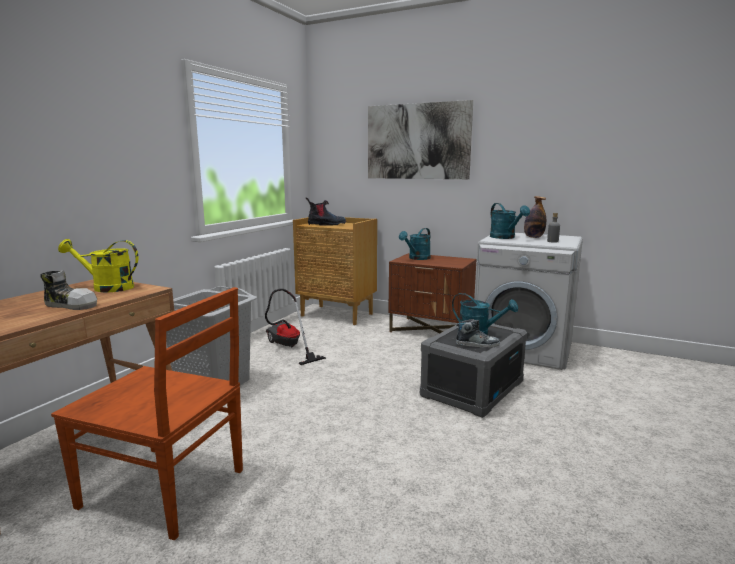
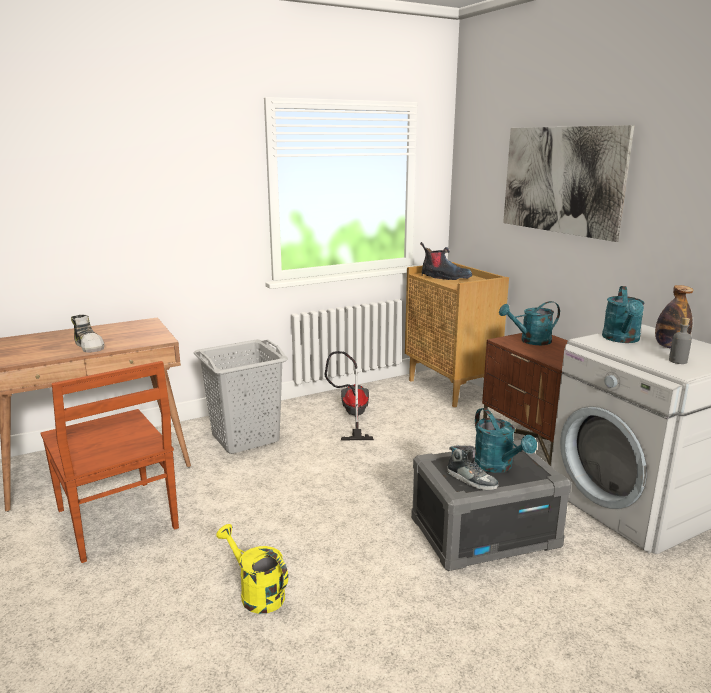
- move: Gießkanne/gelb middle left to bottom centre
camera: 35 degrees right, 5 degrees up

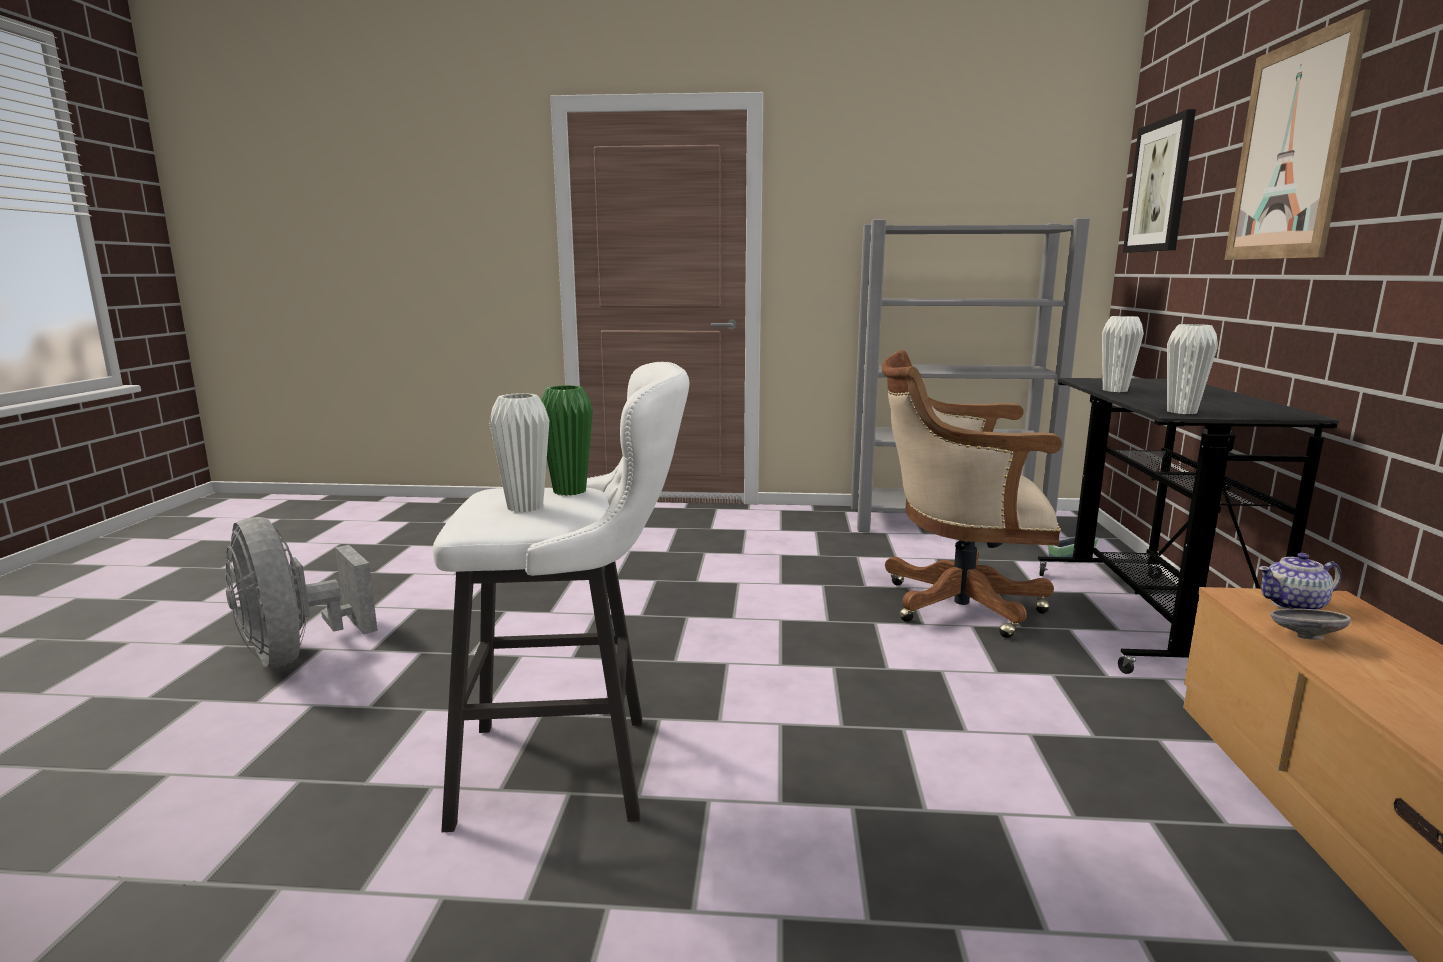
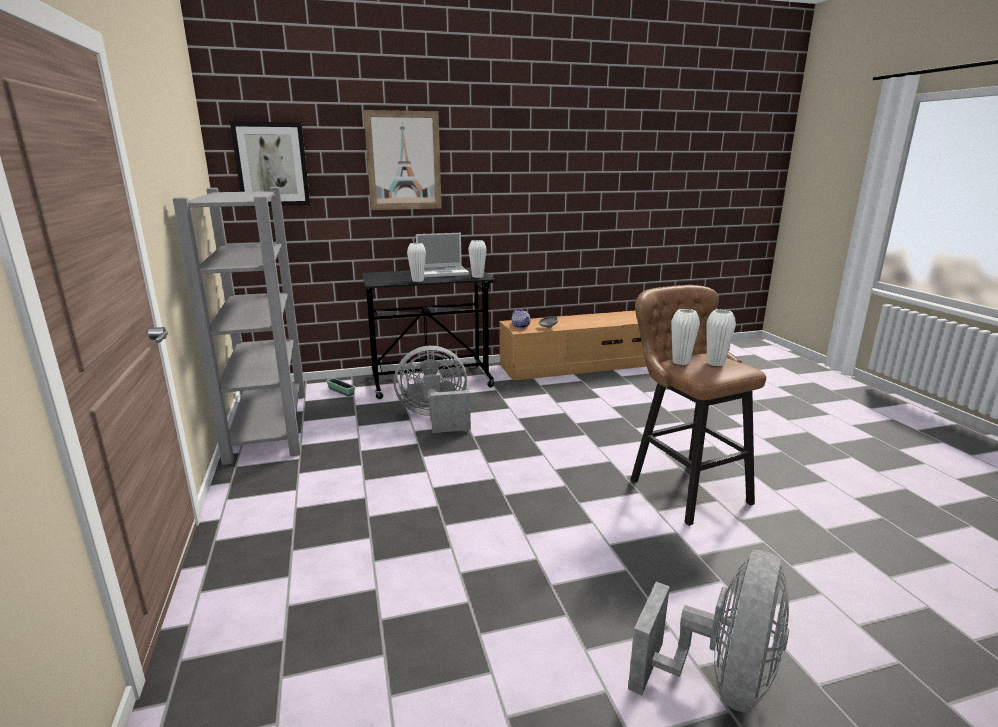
- replace: Bürostuhl middle right to Ventilator/grau (1st from left) centre
- recolor: Hocker/weiß centre to Hocker/braun middle right
- recolor: Vase/grün centre to Vase/weiß (3rd from left) middle right
- insert: Laptop centre
camera: 110 degrees left, 5 degrees up

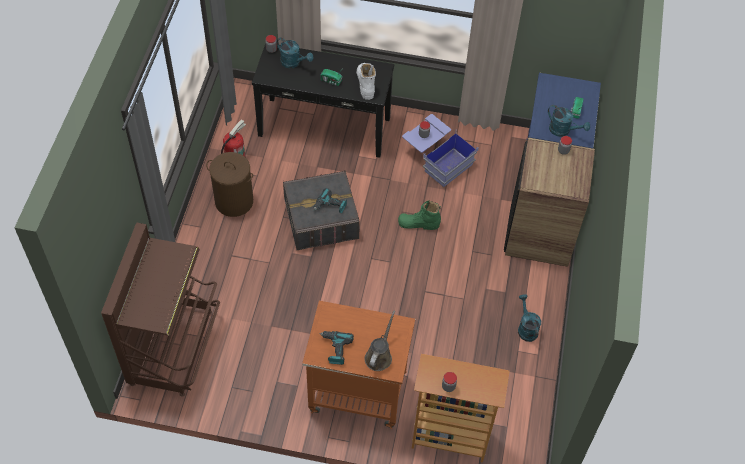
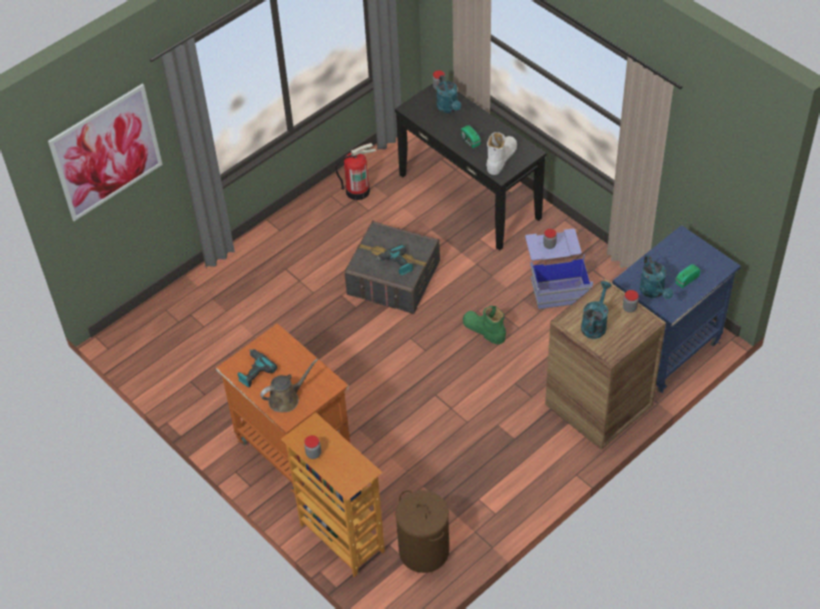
- move: Wäschekorb/braun middle left to bottom centre
- delete: Schuhregal/braun bottom left
- move: Gießkanne/türkis (2nd from left) bottom right to middle right
- insert: Bild top left
camera: 40 degrees right, 5 degrees down

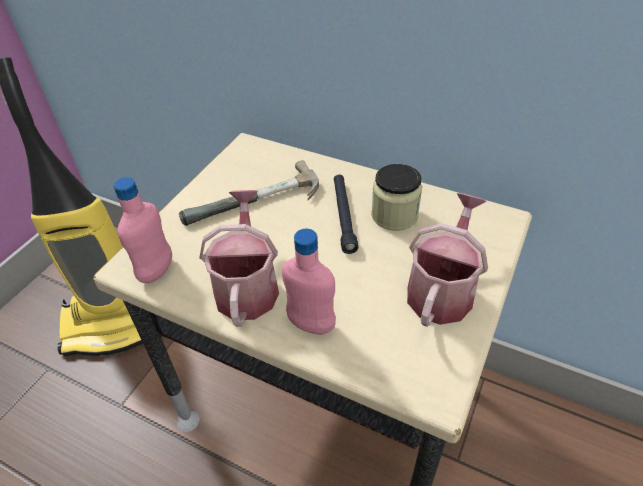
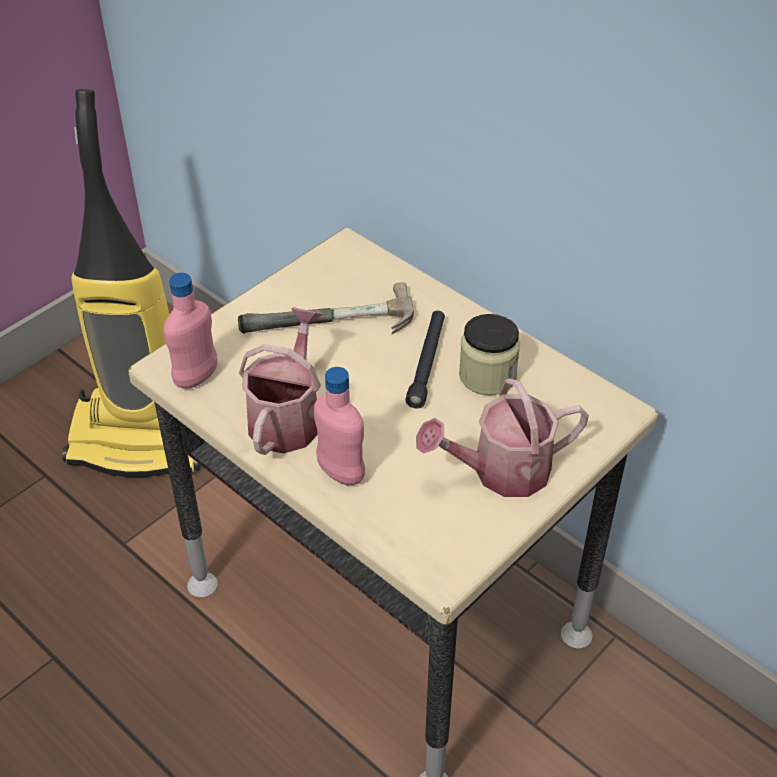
- rotate: Gießkanne (2nd from left) middle right = centre 150 degrees counterclockwise
camera: 15 degrees right, 0 degrees up

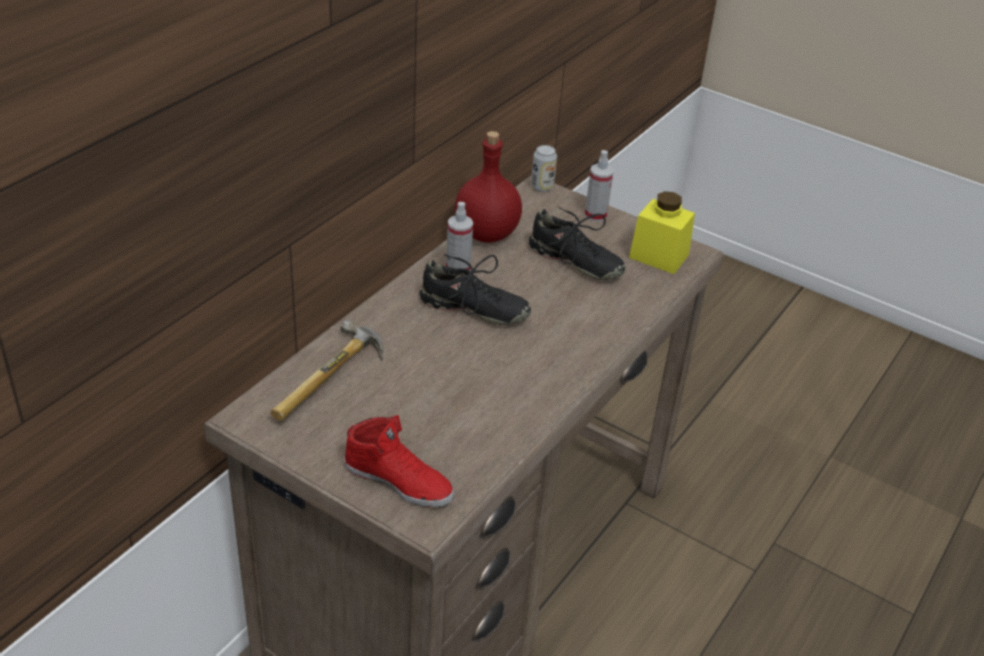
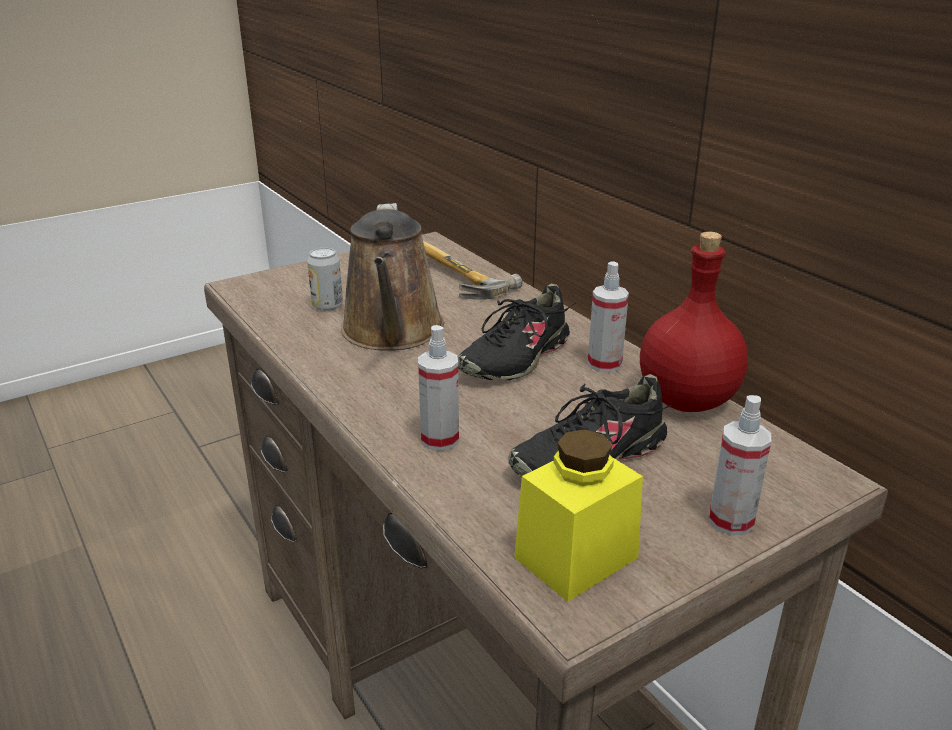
- move: Dose top centre to centre
- delete: Schuh/rot bottom centre
- insert: Gießkanne/braun centre
- insert: Sprühflasche (1st from left) centre
camera: 115 degrees right, 10 degrees down

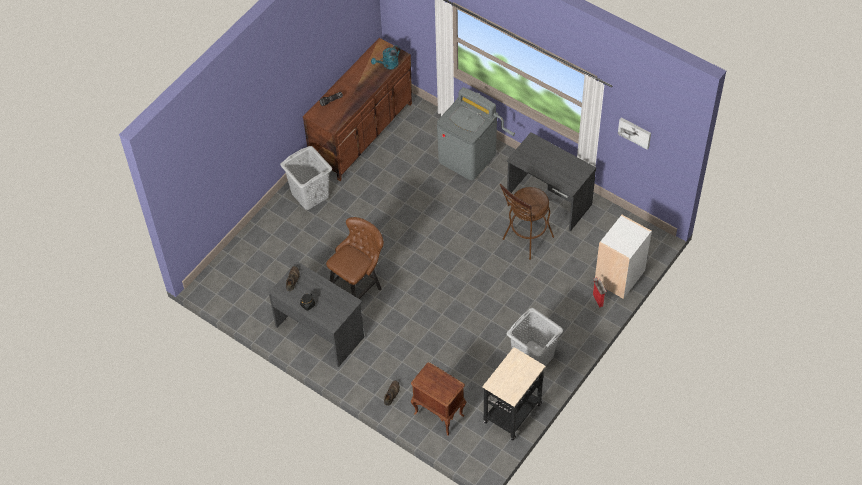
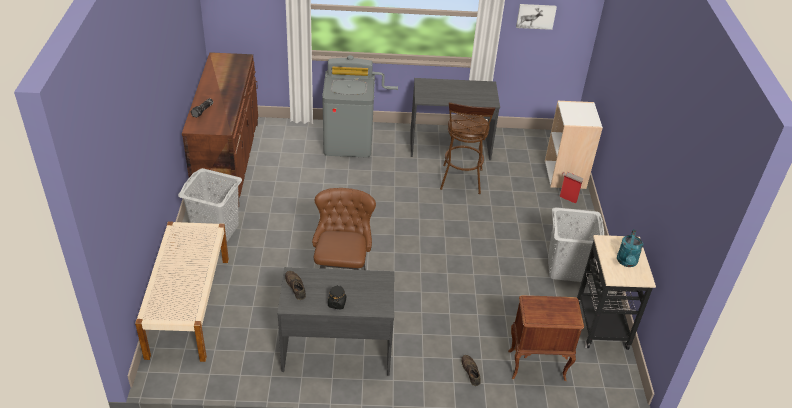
- move: Gießkanne/türkis top centre to middle right
- insert: Bank/beige bottom left
camera: 40 degrees left, 15 degrees down

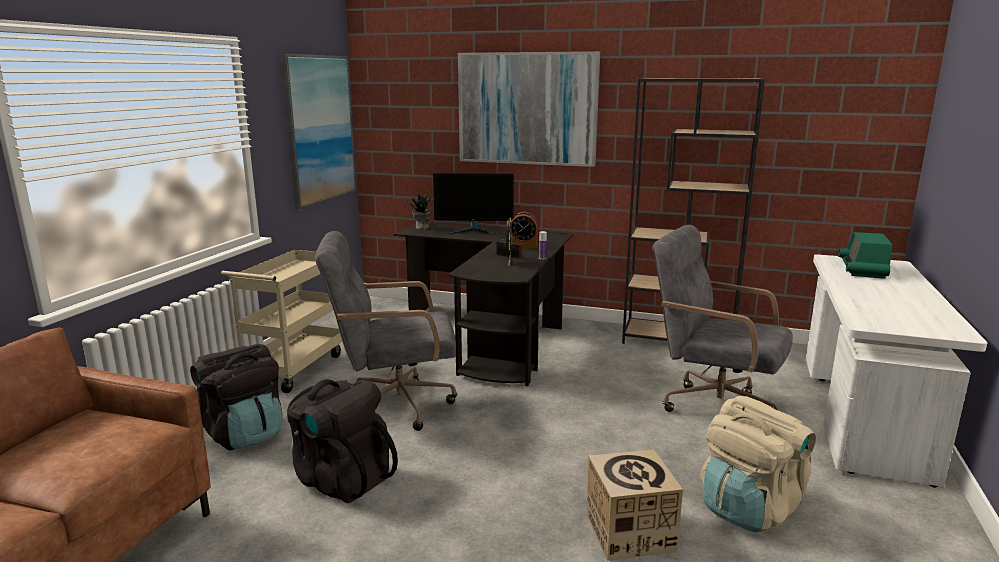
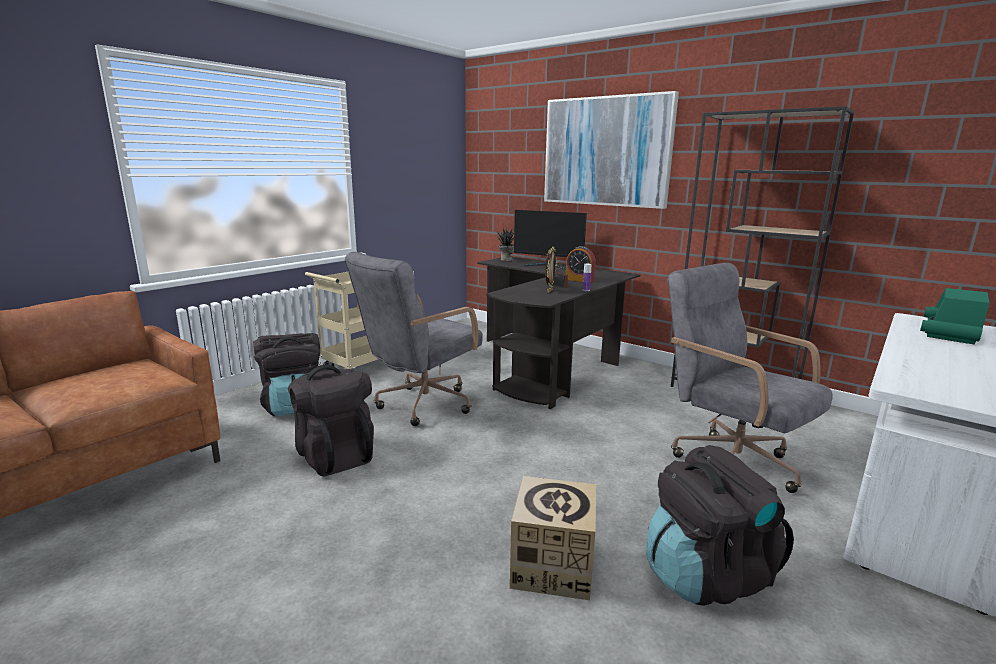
- delete: Bild (1st from left) top left
- rotate: Bürostuhl/grau (1st from left) centre = centre 60 degrees counterclockwise
- recolor: Rucksack/beige bottom right to Rucksack/schwarz (3rd from left) bottom right
camera: 20 degrees right, 0 degrees up

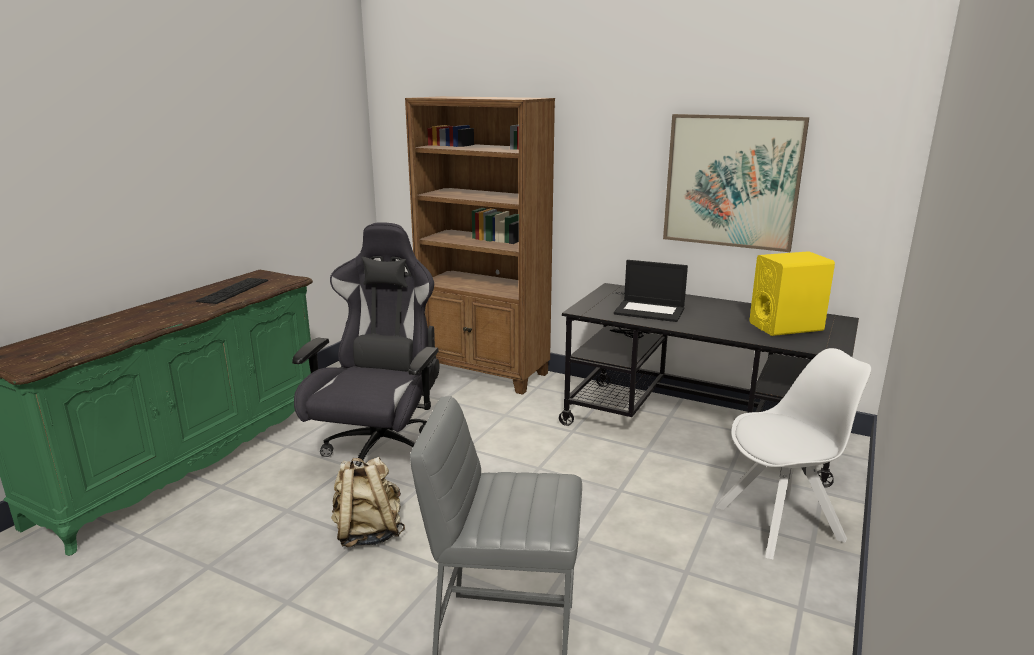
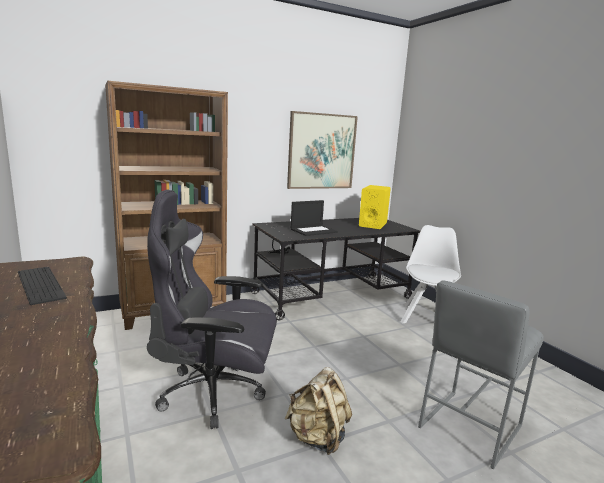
- rotate: Bürostuhl/schwarz centre = centre 45 degrees counterclockwise
camera: 55 degrees left, 5 degrees down

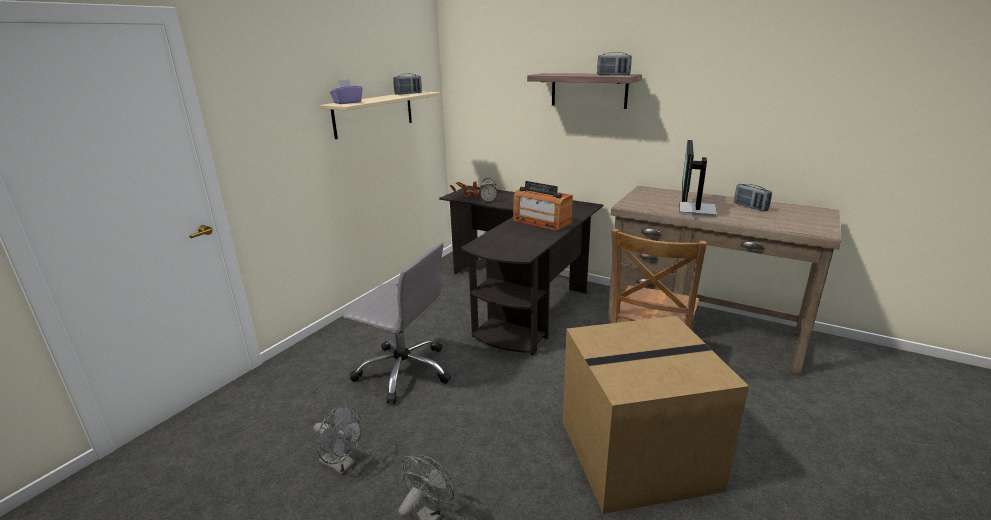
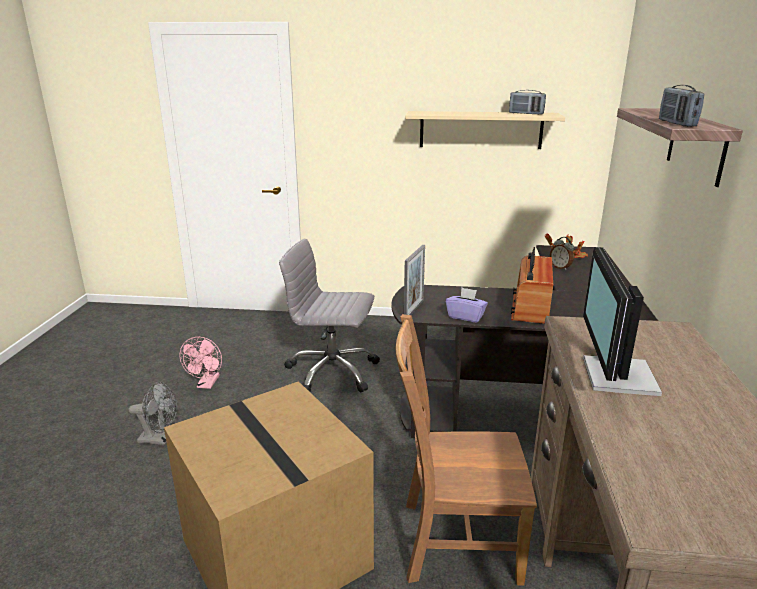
- move: Taschentuchbox/lila top centre to centre
- rotate: Monitor middle right = middle right 75 degrees counterclockwise
- delete: Radio (4th from left) middle right
- rotate: Bürostuhl/grau centre = centre 105 degrees clockwise
- recolor: Ventilator/grau (1st from left) bottom centre to Ventilator/rosa middle left
- insert: Bilderrahmen centre
camera: 65 degrees right, 0 degrees up

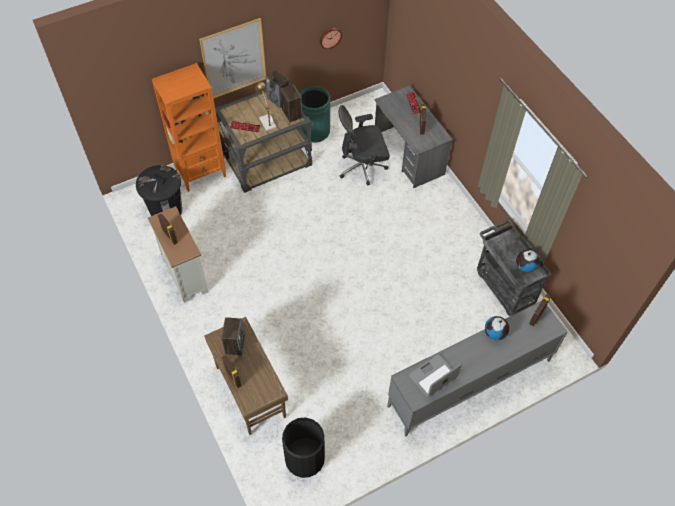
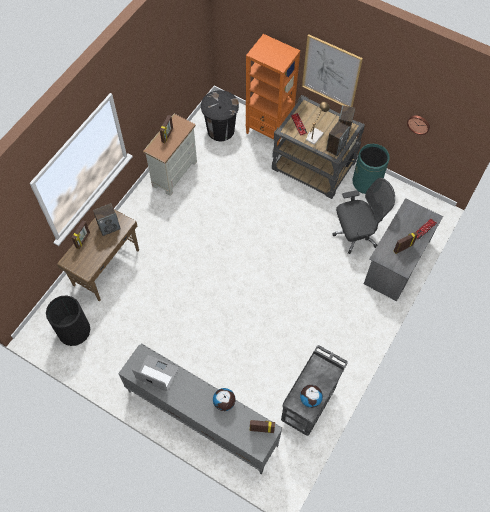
- rotate: Bürostuhl top centre = middle right 120 degrees clockwise
camera: 60 degrees right, 5 degrees up

